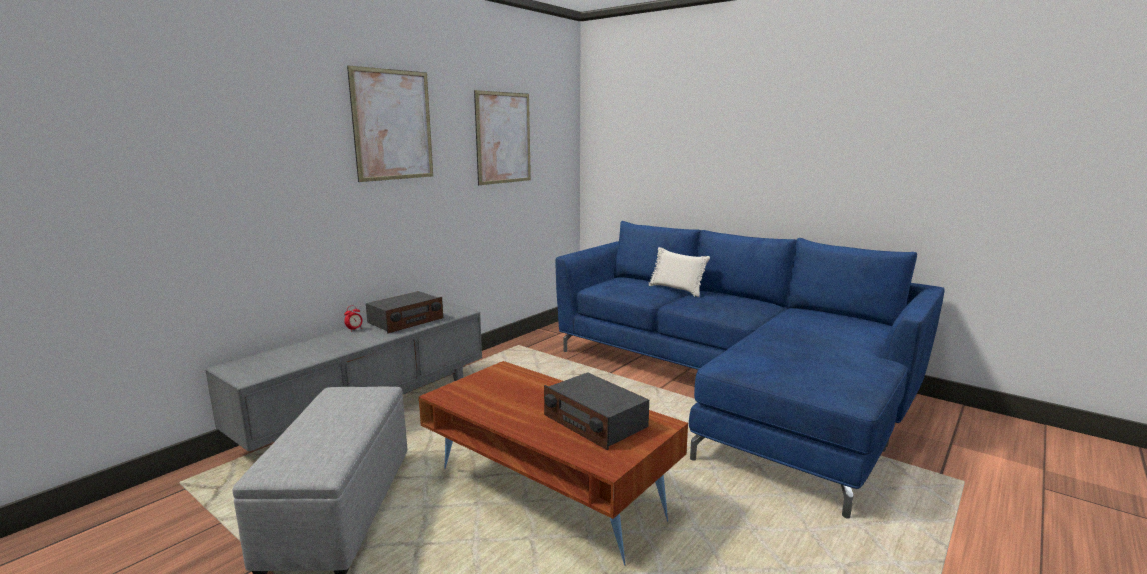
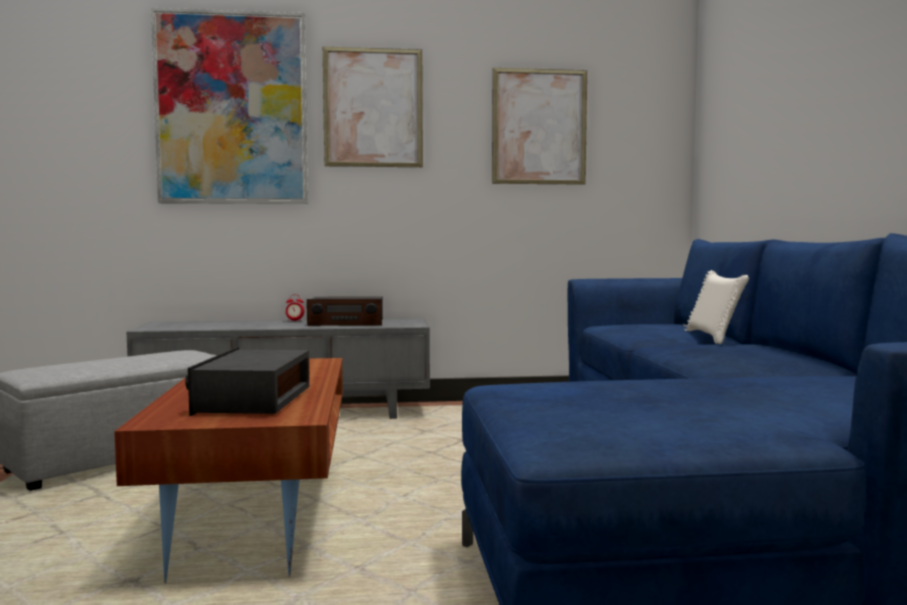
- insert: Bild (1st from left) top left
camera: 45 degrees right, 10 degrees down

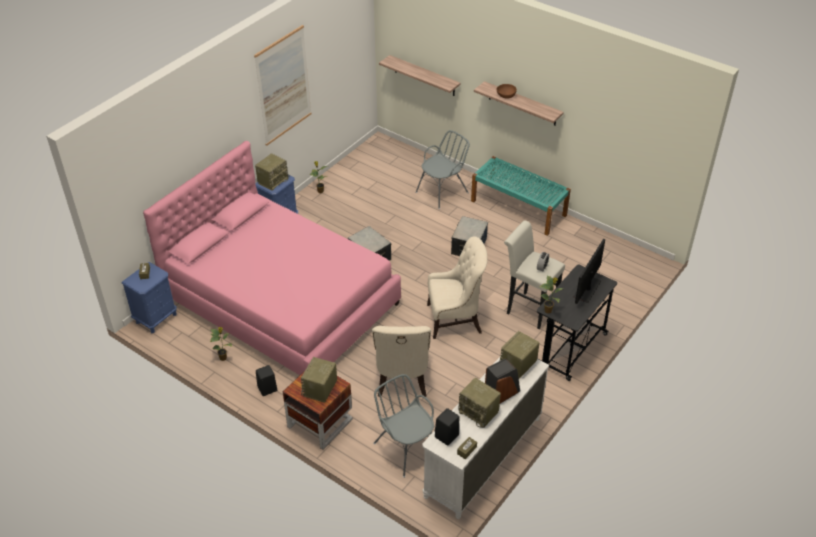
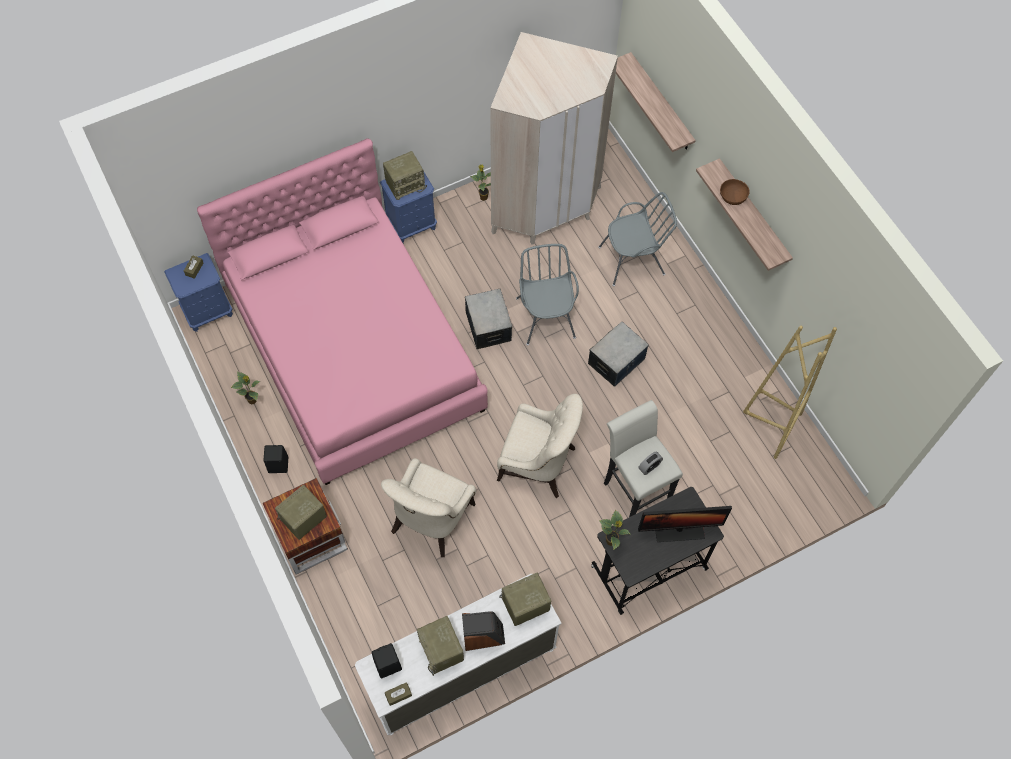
- delete: Bild top centre
- delete: Bank/türkis centre
- rotate: Monitor middle right = bottom right 150 degrees counterclockwise
- move: Stuhl/grau (1st from left) bottom centre to centre
- insert: Kleiderschrank/beige top centre
- insert: Kleiderständer/gelb middle right
camera: 25 degrees right, 20 degrees up

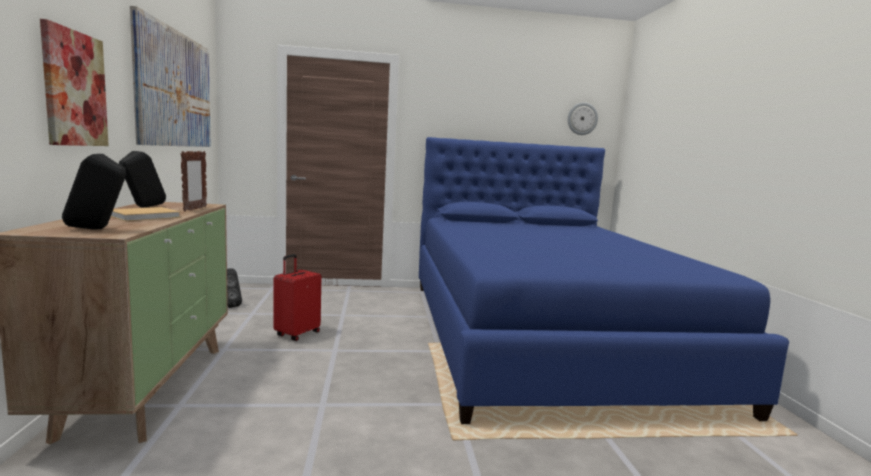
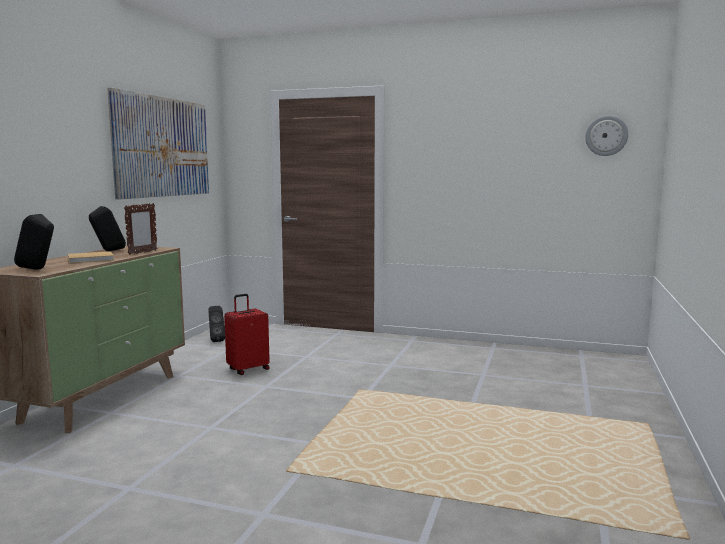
- delete: Bild (1st from left) top left
- delete: Bett/blau middle right
camera: 25 degrees right, 0 degrees up

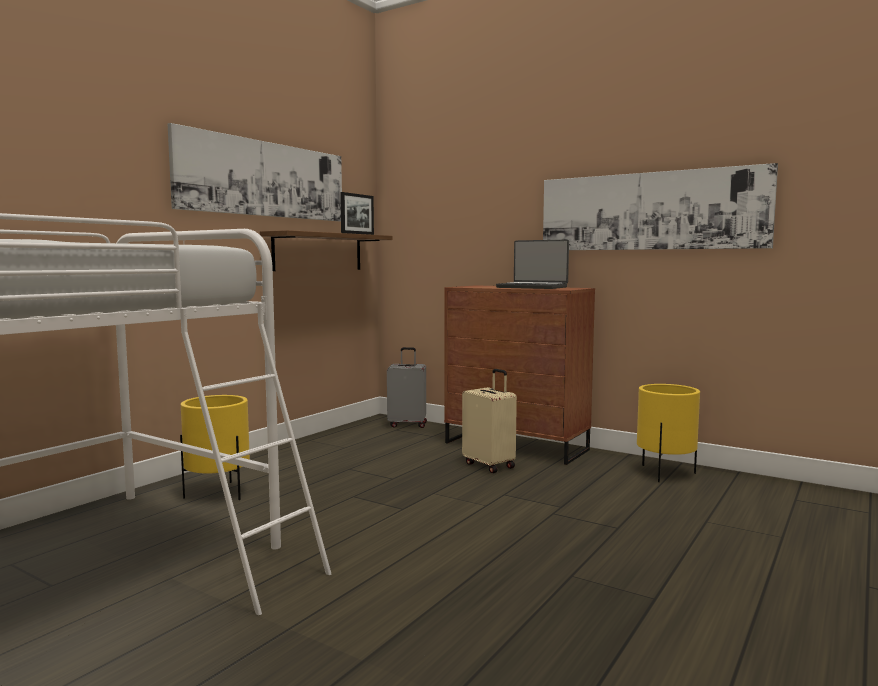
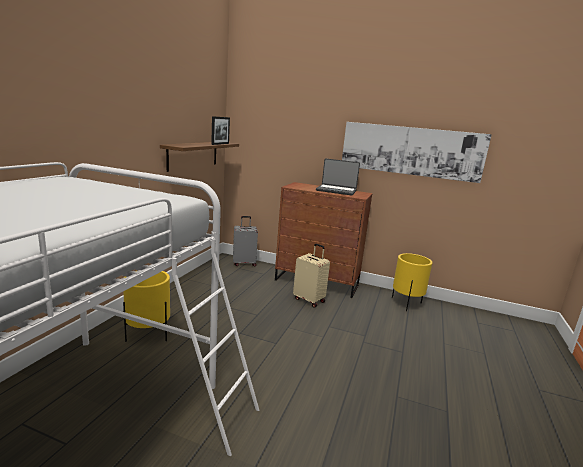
- delete: Bild (1st from left) top left
camera: 15 degrees left, 10 degrees up

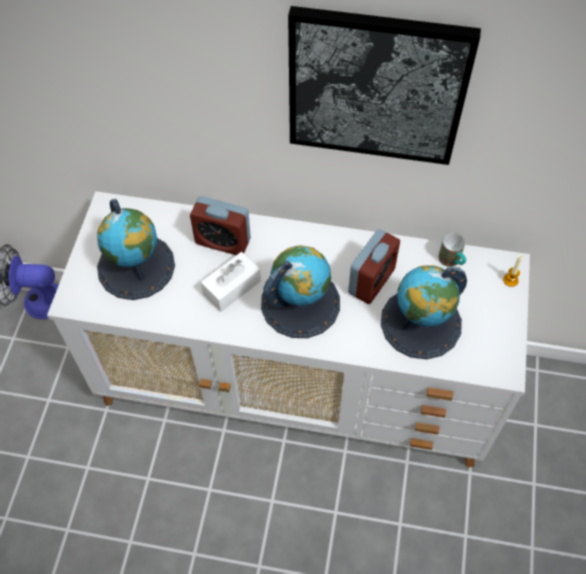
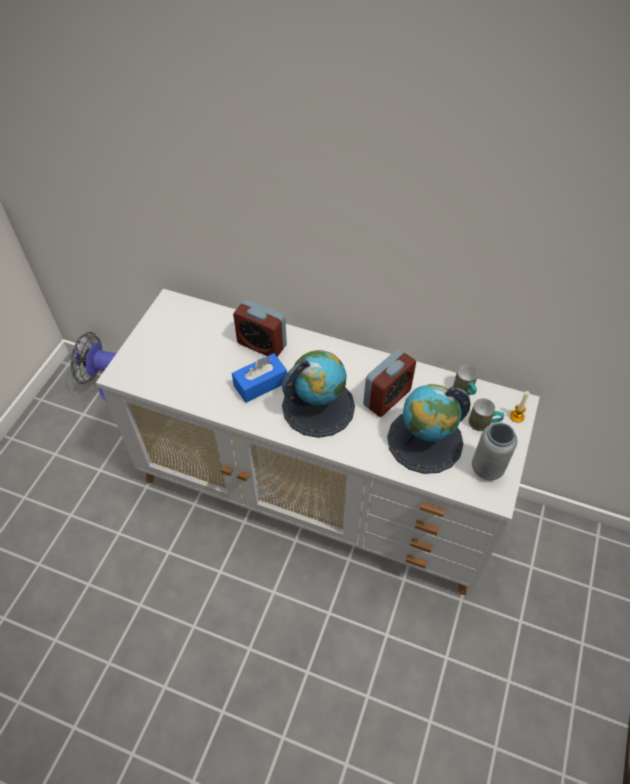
- delete: Bild top centre
- delete: Globus (1st from left) middle left
- recolor: Taschentuchbox/weiß centre to Taschentuchbox/blau centre
- insert: Henkelbecher (2nd from left) middle right
- insert: Vase/grau middle right
camera: 10 degrees right, 5 degrees down

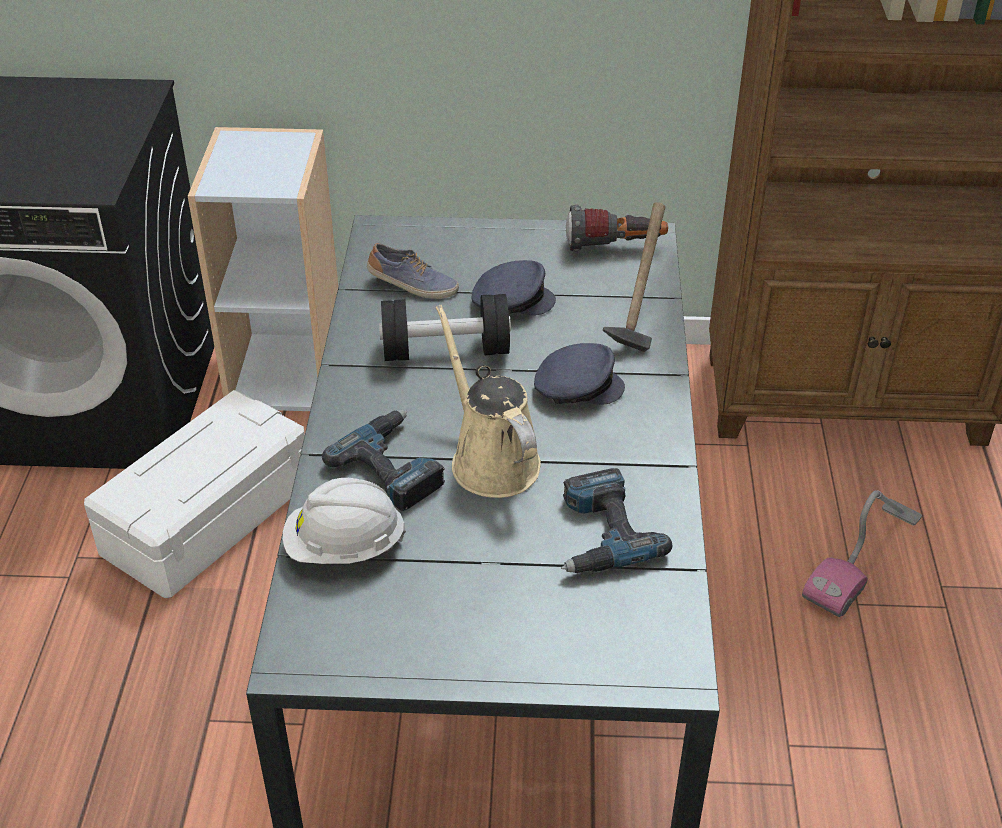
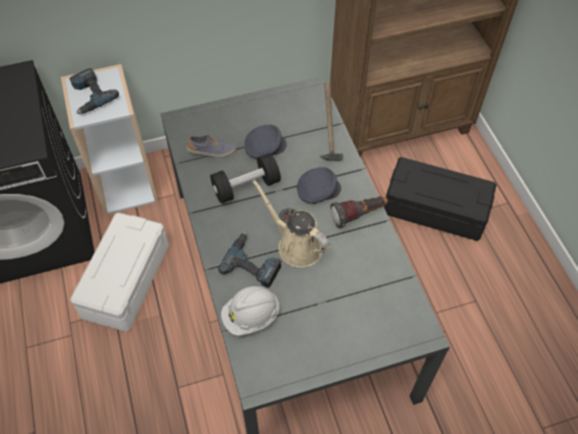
- move: Taschenlampe top centre to centre
- move: Bohrmaschine (2nd from left in the first image) centre to Bohrmaschine (1st from left) top left
- replace: Staubsauger bottom right to Aufbewahrungsbox/schwarz middle right
camera: 20 degrees left, 15 degrees up

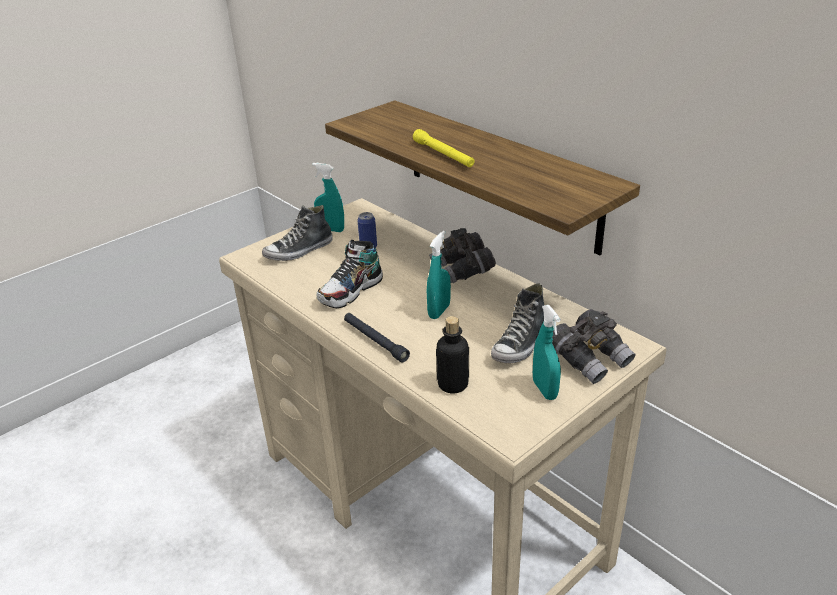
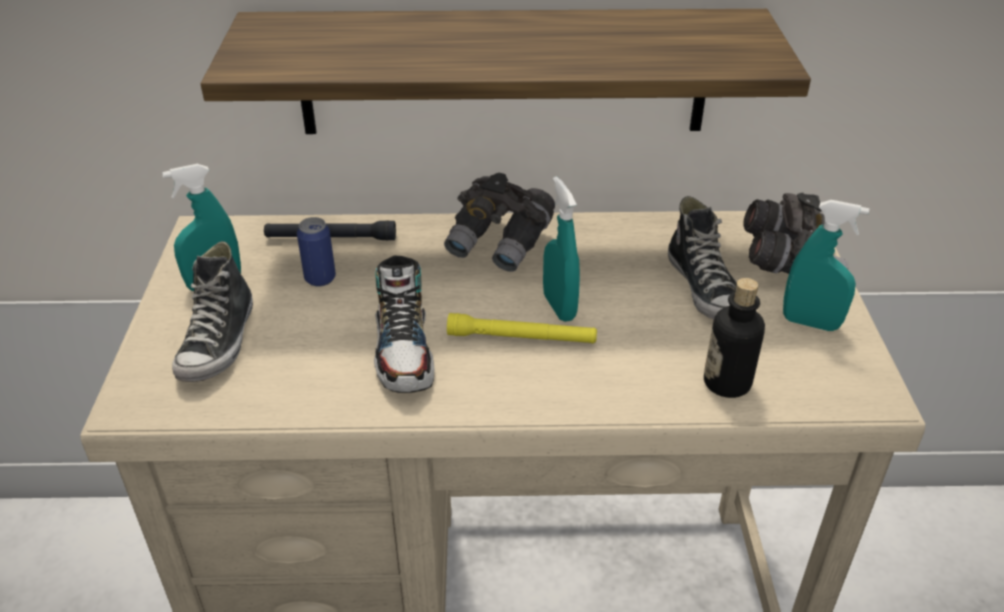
- move: Taschenlampe/gelb top centre to centre
- move: Taschenlampe/schwarz centre to middle left
camera: 50 degrees left, 5 degrees up

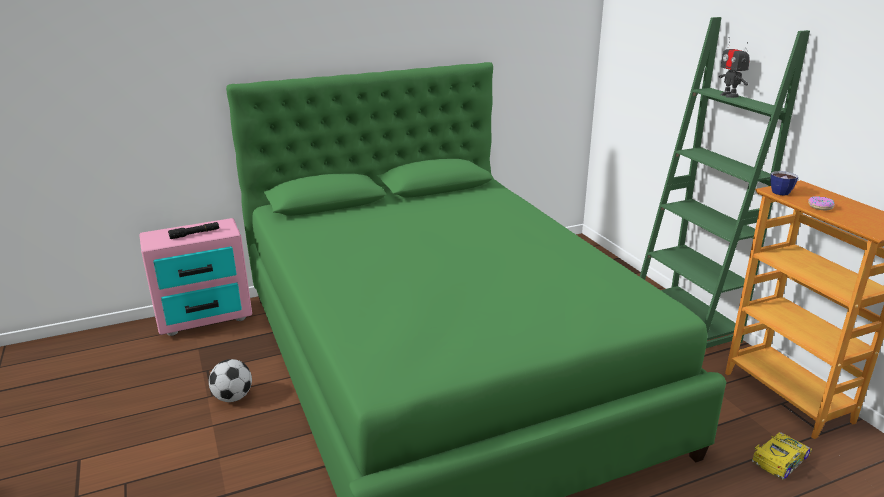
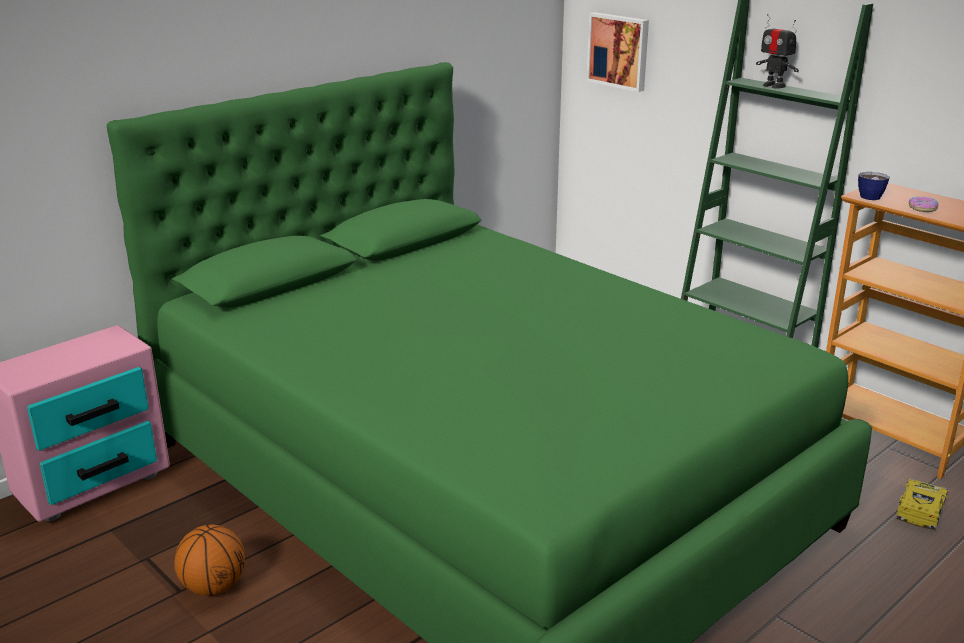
- delete: Taschenlampe/schwarz middle left
- replace: Fußball bottom left to Basketball bottom left
- insert: Bild top centre
camera: 20 degrees left, 0 degrees up

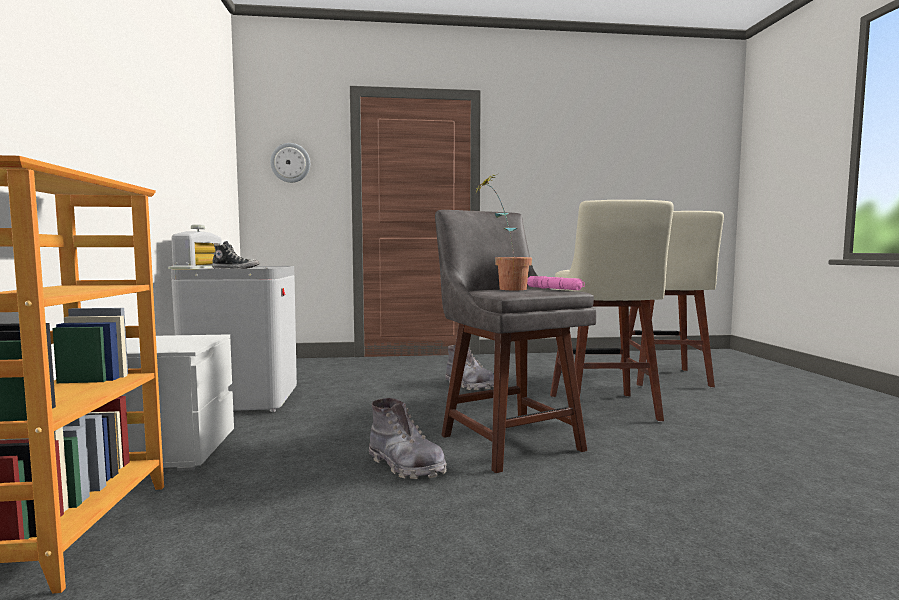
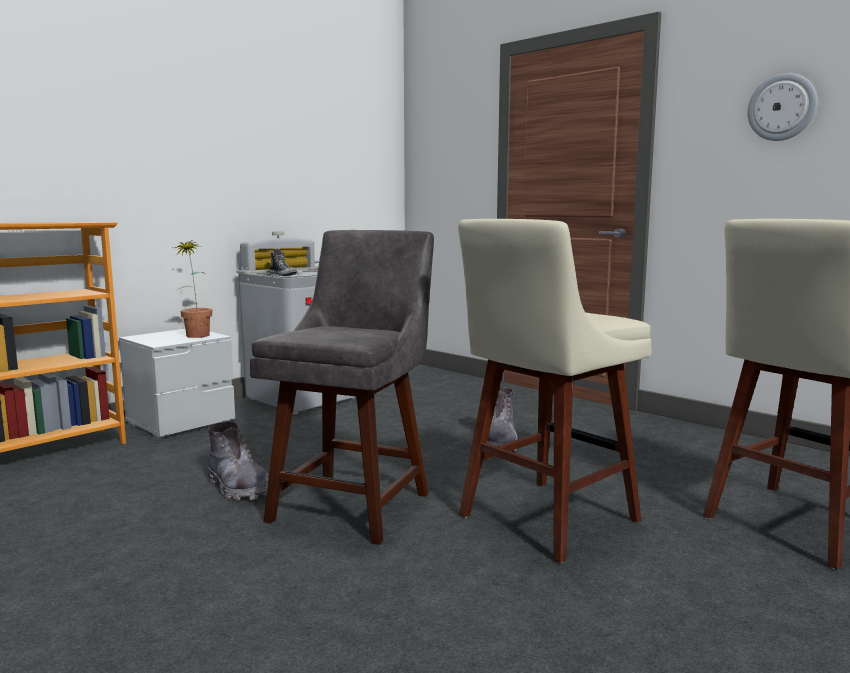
- move: Wanduhr top left to top right
- move: Topfpflanze centre to middle left
- delete: Taschenlampe/rosa centre
- rotate: Stiefel/grau (1st from left) bottom centre = bottom left 45 degrees counterclockwise
camera: 50 degrees right, 5 degrees up

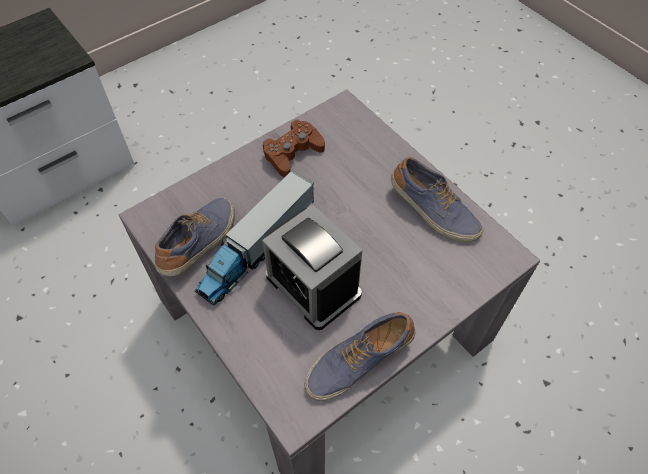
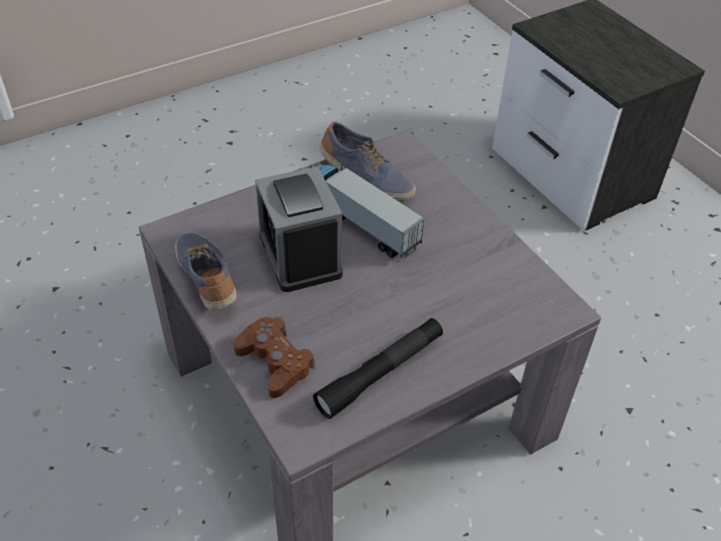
- move: Gamepad/braun top centre to centre
- replace: Schuh (3rd from left) middle right to Taschenlampe/schwarz bottom centre
- rotate: Wecker centre = centre 75 degrees counterclockwise
camera: 95 degrees right, 10 degrees down

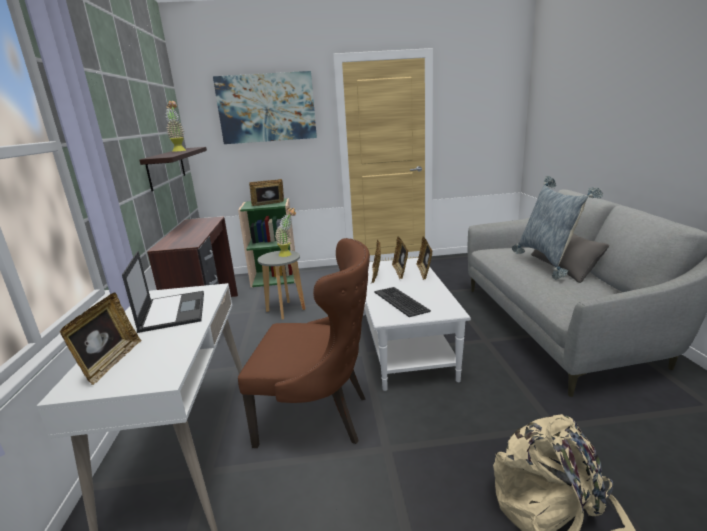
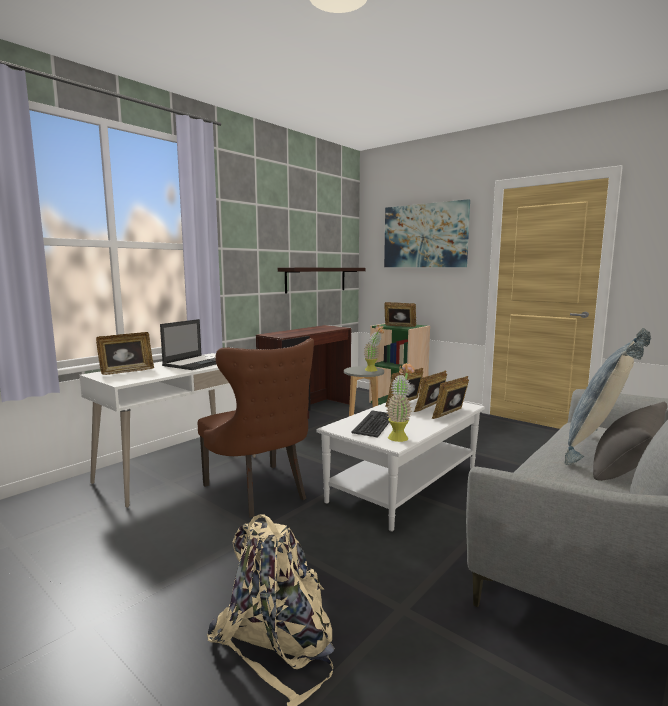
- move: Topfpflanze (1st from left in the first image) top left to Topfpflanze (2nd from left) centre
camera: 45 degrees right, 10 degrees down

